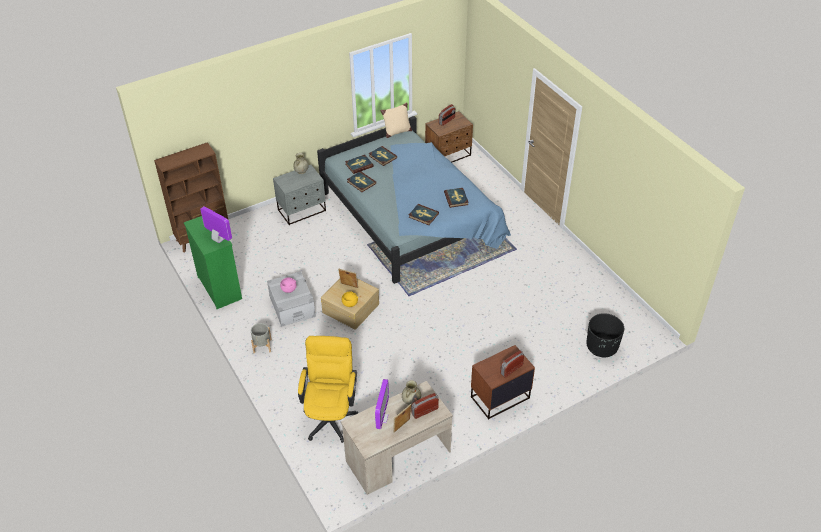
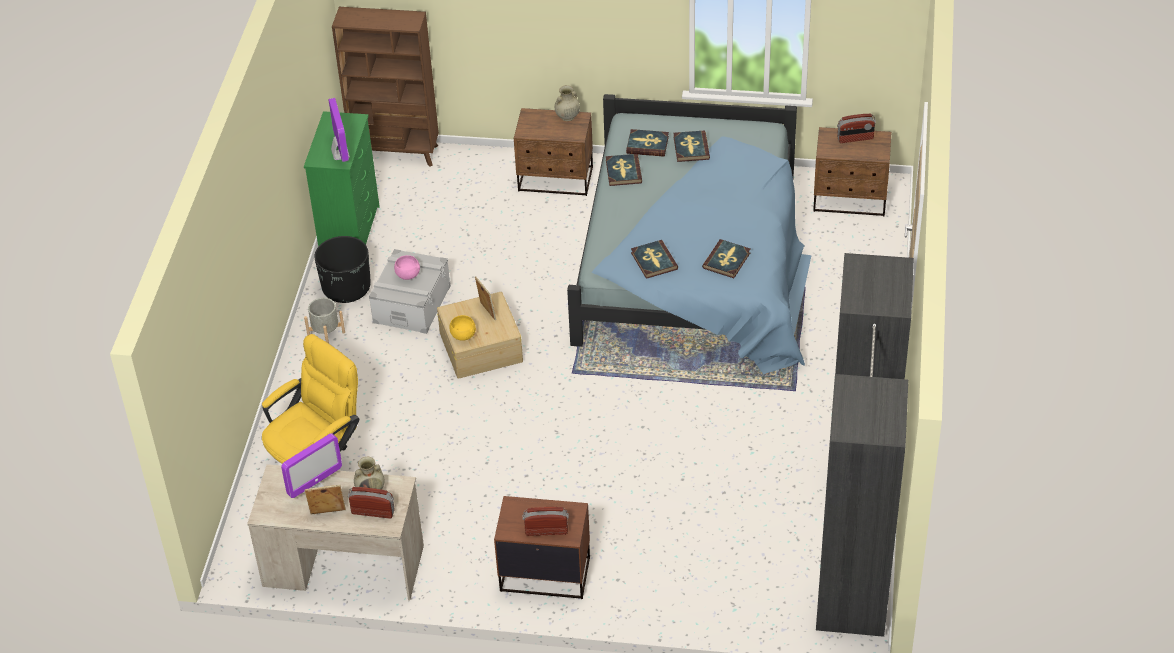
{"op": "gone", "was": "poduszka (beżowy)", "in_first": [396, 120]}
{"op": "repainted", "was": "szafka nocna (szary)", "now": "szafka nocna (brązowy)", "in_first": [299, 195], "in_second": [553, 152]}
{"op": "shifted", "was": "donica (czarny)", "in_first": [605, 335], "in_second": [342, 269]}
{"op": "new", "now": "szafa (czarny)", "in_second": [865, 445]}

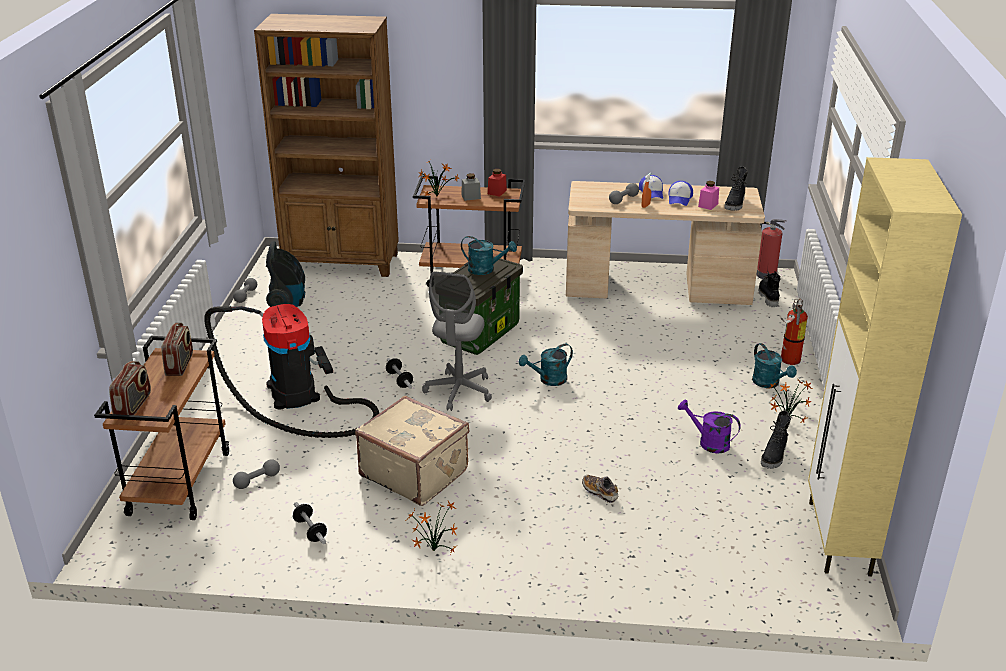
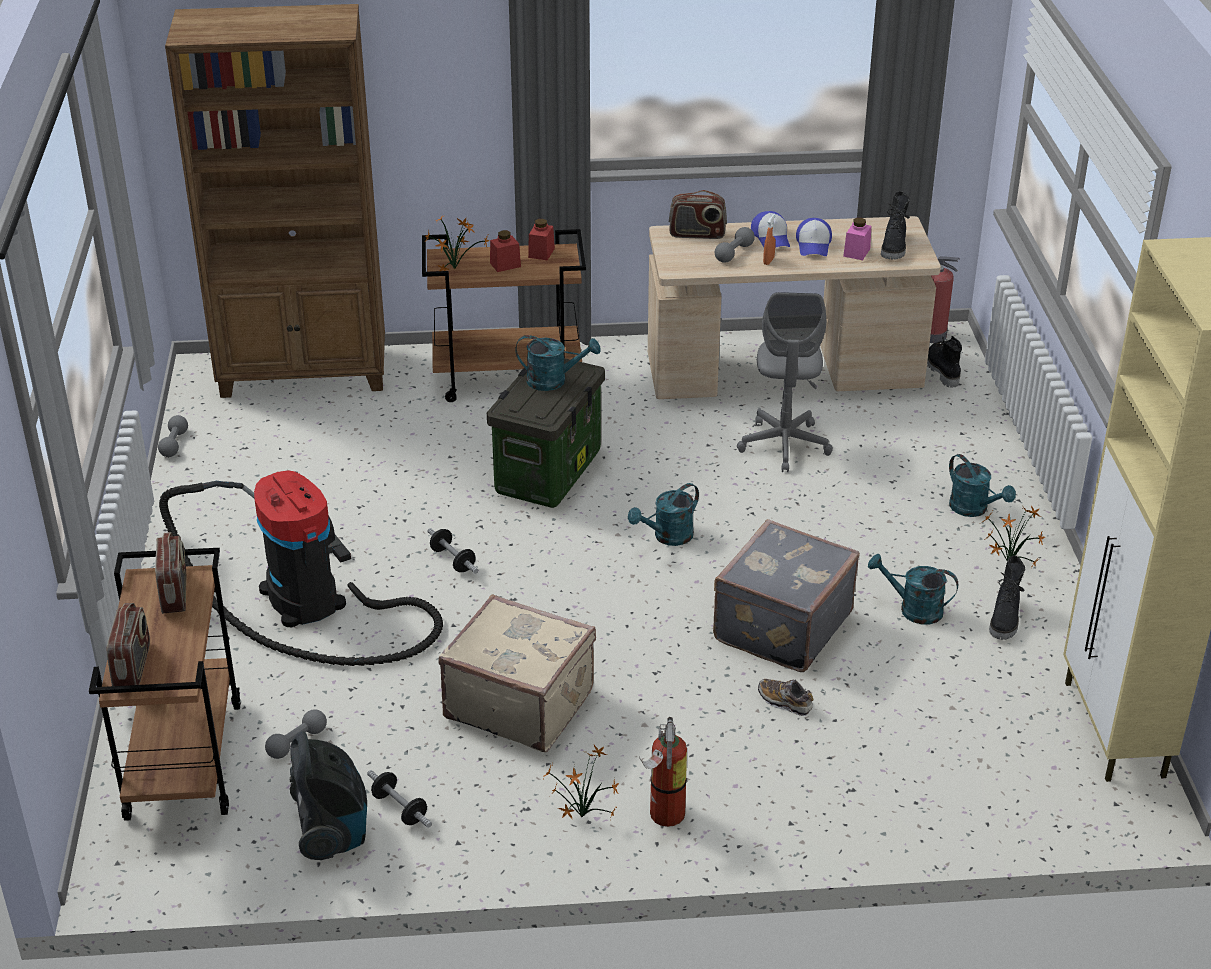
{"op": "repainted", "was": "słoik (szary)", "now": "słoik (czerwony)", "in_first": [471, 187], "in_second": [505, 251]}
{"op": "shifted", "was": "odkurzacz", "in_first": [285, 274], "in_second": [328, 795]}
{"op": "shifted", "was": "krzesło biurowe (szary)", "in_first": [457, 341], "in_second": [785, 382]}
{"op": "shifted", "was": "gaśnica", "in_first": [794, 332], "in_second": [663, 772]}
{"op": "repainted", "was": "konewka (fioletowy)", "now": "konewka (turkusowy)", "in_first": [709, 426], "in_second": [913, 589]}
{"op": "new", "now": "radio", "in_second": [698, 214]}
{"op": "new", "now": "walizka (szary)", "in_second": [786, 595]}

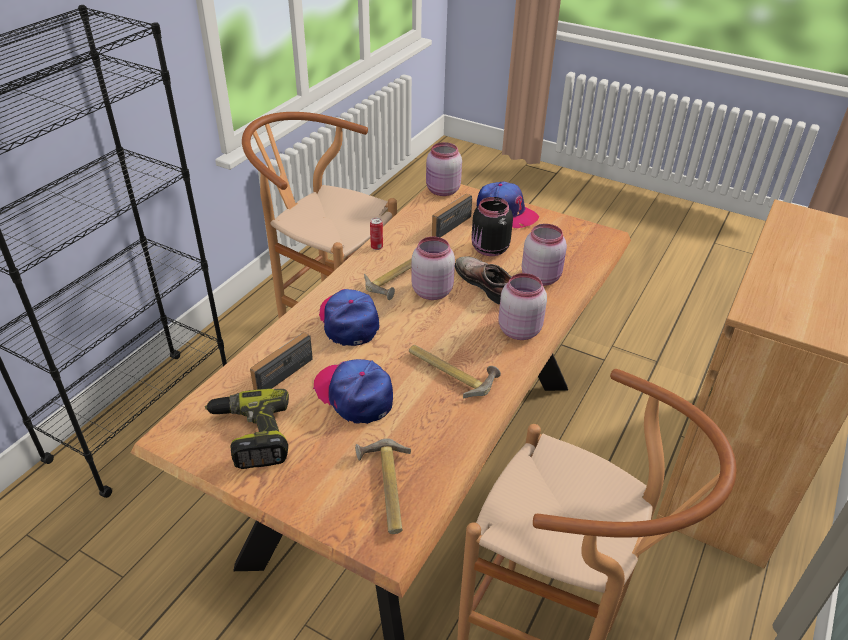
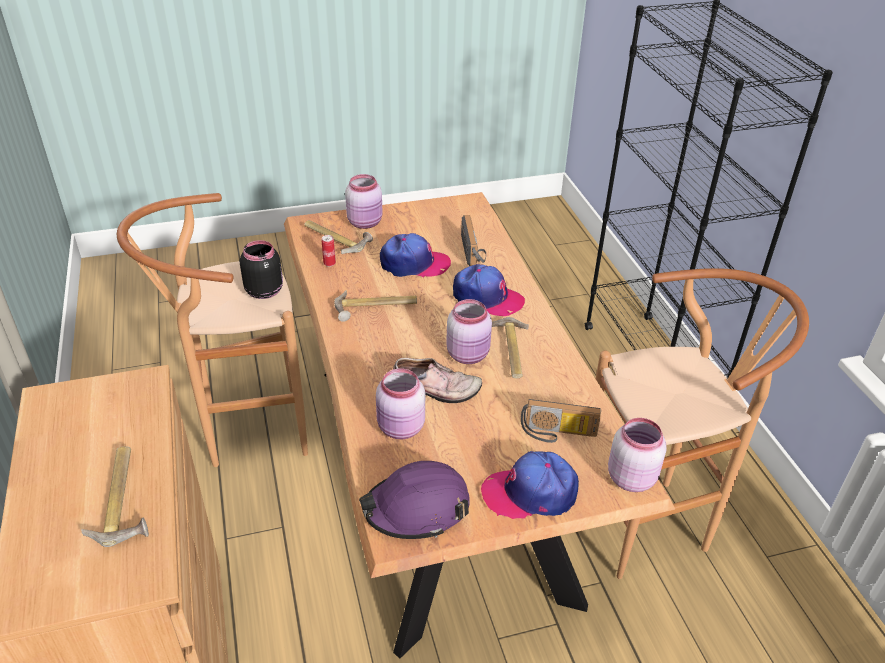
{"op": "rotated", "was": "radio", "in_first": [452, 216], "in_second": [561, 421], "clockwise": 105}
{"op": "shifted", "was": "słoik (czarny)", "in_first": [492, 226], "in_second": [261, 269]}
{"op": "shifted", "was": "puszka", "in_first": [376, 234], "in_second": [329, 251]}
{"op": "shifted", "was": "słoik (różowy)", "in_first": [522, 306], "in_second": [364, 201]}
{"op": "gone", "was": "wiertarka", "in_first": [247, 429]}
{"op": "new", "now": "młotek", "in_second": [115, 496]}
{"op": "new", "now": "kask (fioletowy)", "in_second": [414, 500]}

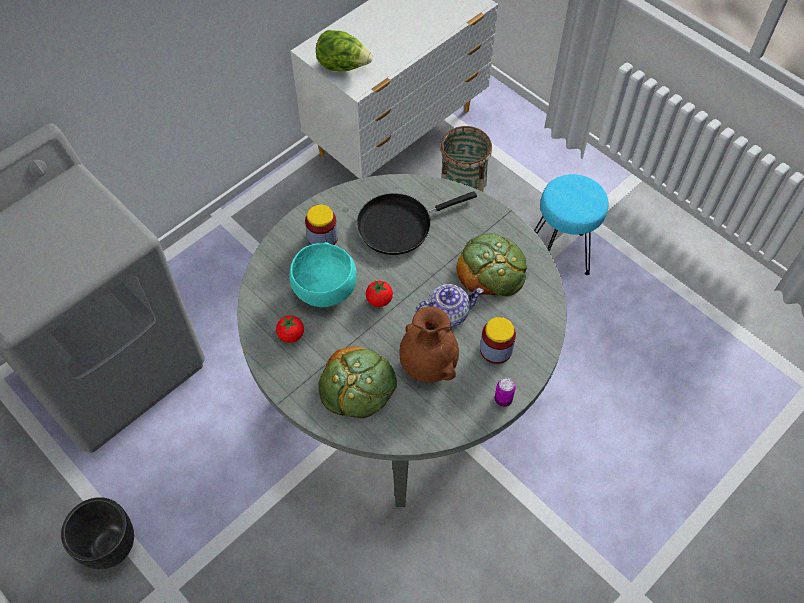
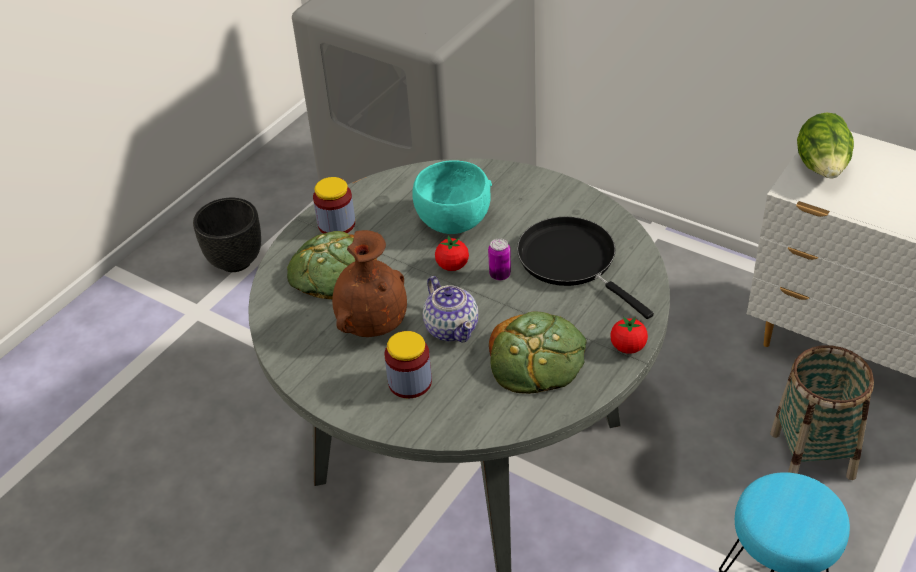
{"op": "shifted", "was": "słoik", "in_first": [321, 224], "in_second": [334, 205]}
{"op": "shifted", "was": "pomidor", "in_first": [290, 329], "in_second": [629, 335]}
{"op": "shifted", "was": "puszka", "in_first": [505, 392], "in_second": [499, 259]}

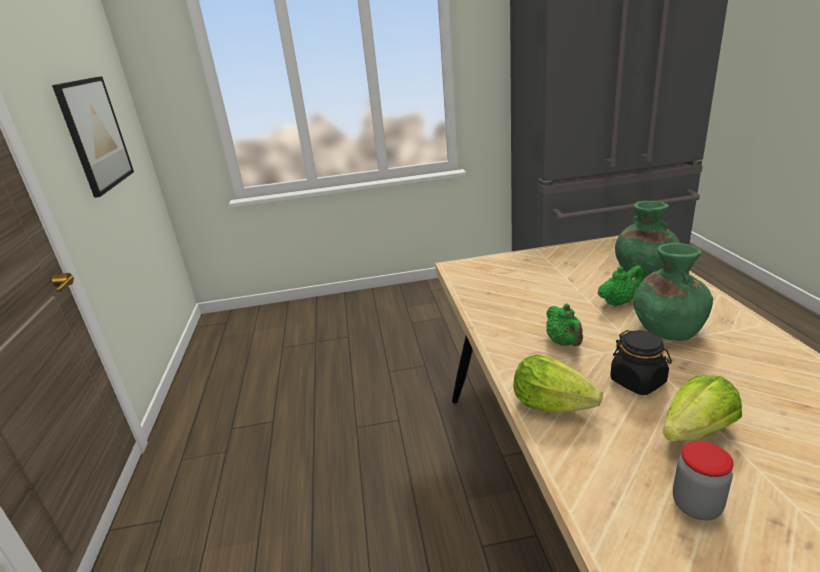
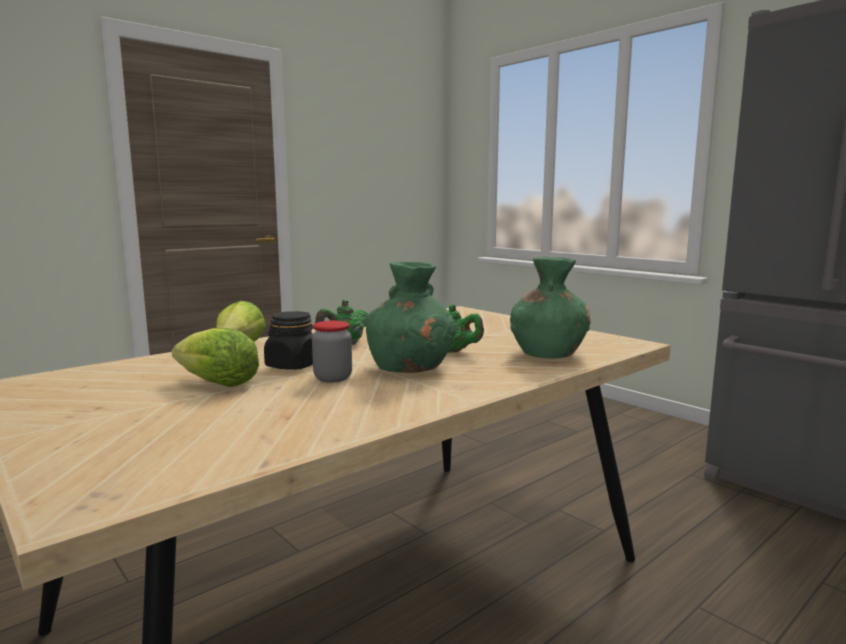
{"op": "gone", "was": "obraz", "in_first": [93, 137]}
{"op": "shifted", "was": "słoik", "in_first": [703, 480], "in_second": [332, 352]}

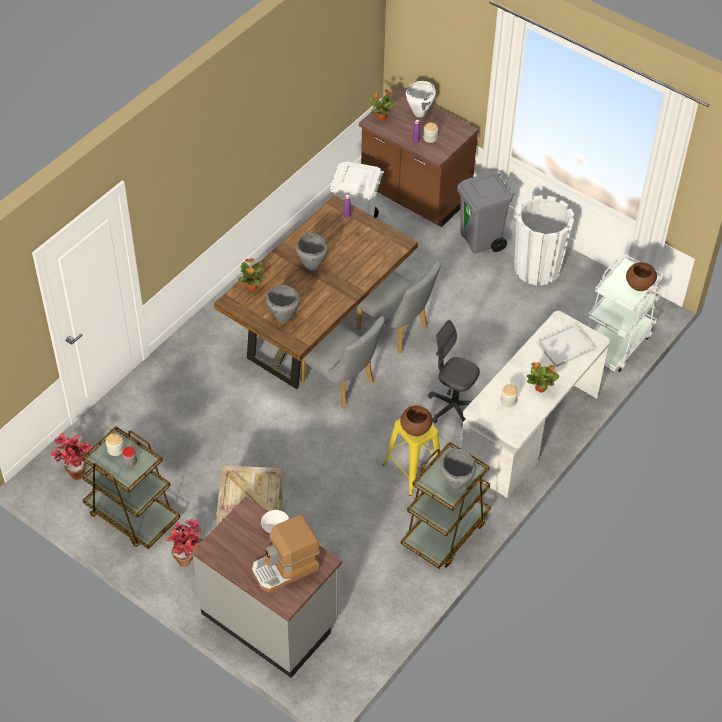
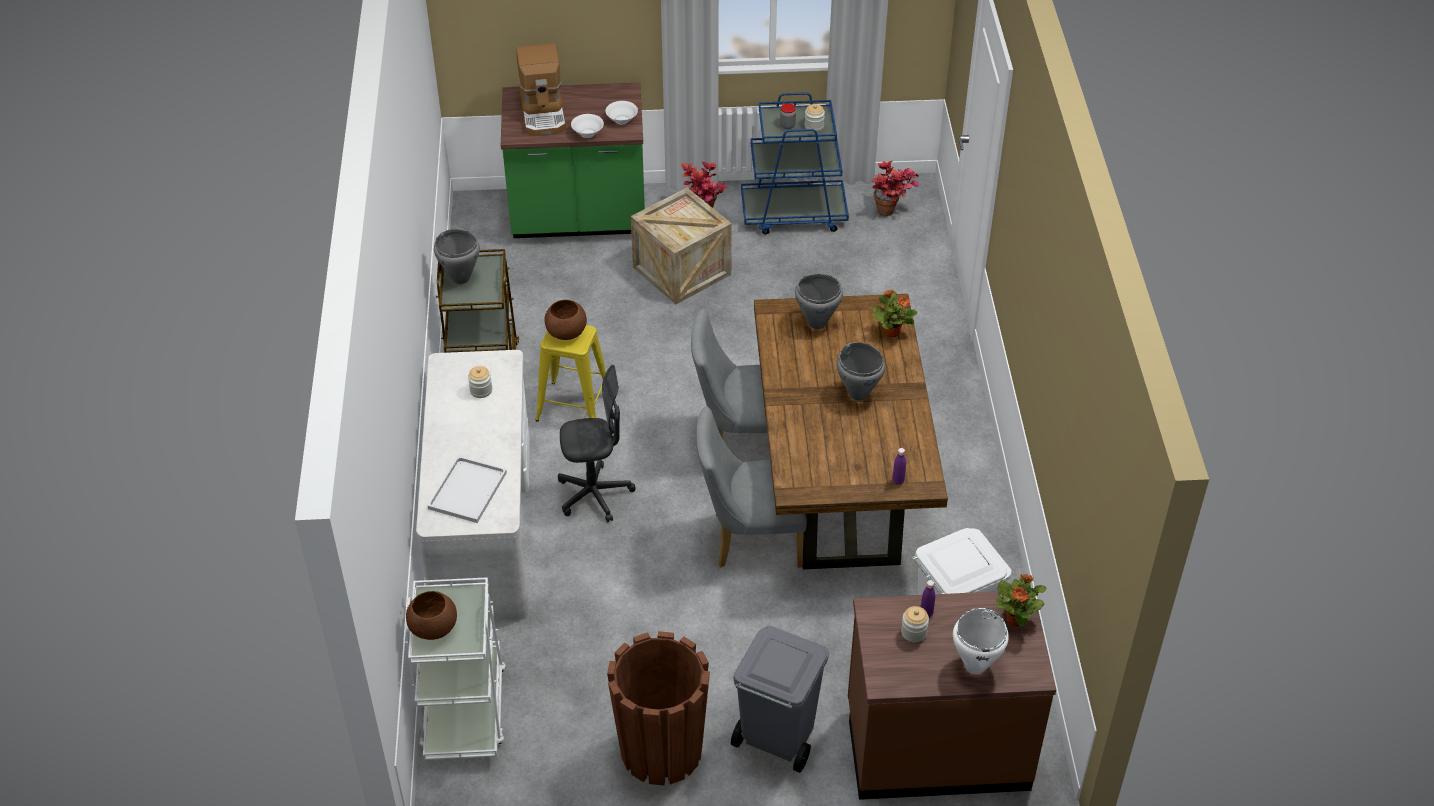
{"op": "repainted", "was": "donica (biały)", "now": "donica (brązowy)", "in_first": [544, 240], "in_second": [658, 708]}
{"op": "gone", "was": "roślina doniczkowa", "in_first": [543, 377]}
{"op": "repainted", "was": "wózek (brązowy)", "now": "wózek (niebieski)", "in_first": [131, 487], "in_second": [795, 163]}
{"op": "repainted", "was": "zabudowa kuchenna (szary)", "now": "zabudowa kuchenna (zielony)", "in_first": [267, 587], "in_second": [573, 160]}
{"op": "rotated", "was": "ekspres do kawy", "in_first": [286, 553], "in_second": [541, 89], "clockwise": 150}
{"op": "new", "now": "miska (biały)", "in_second": [621, 113]}

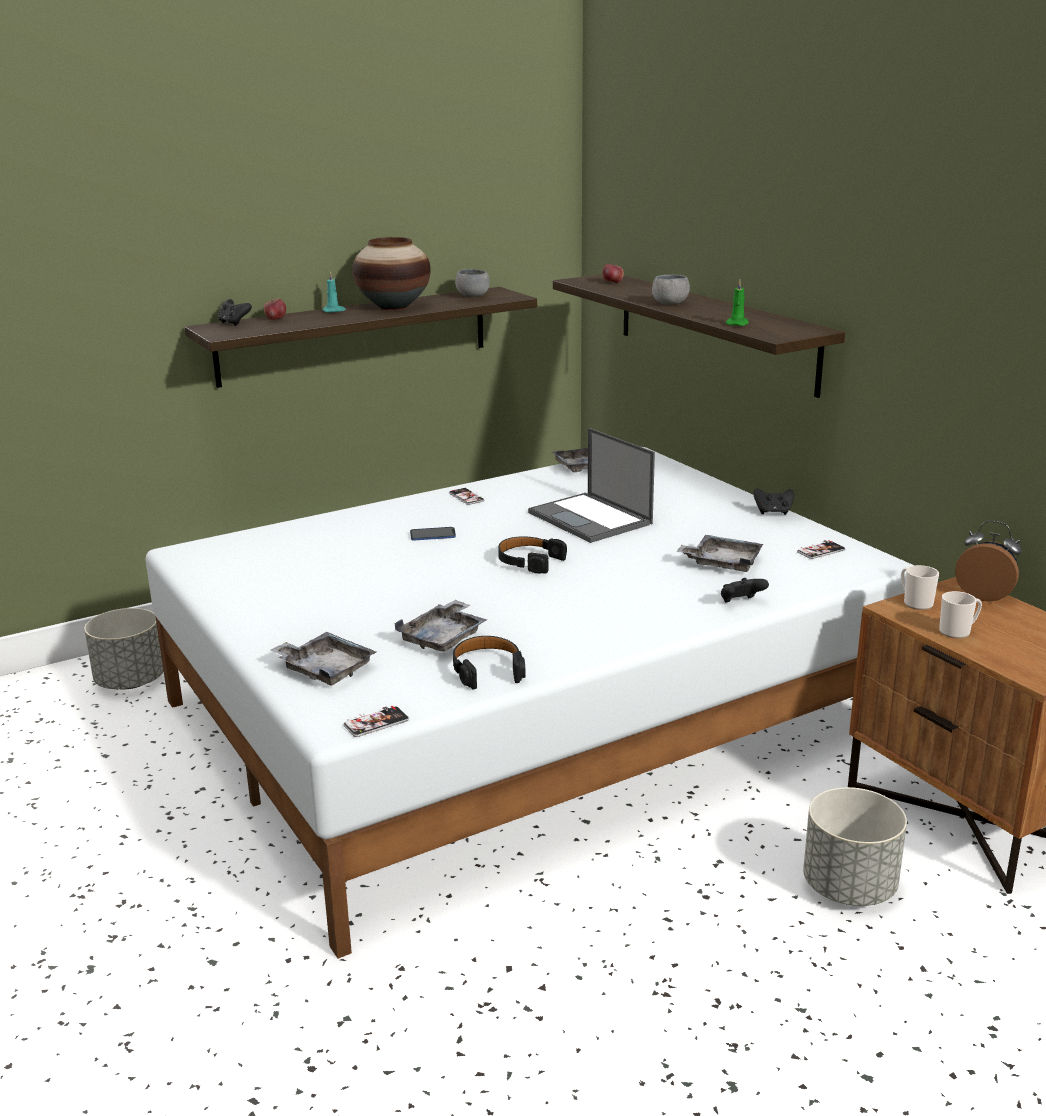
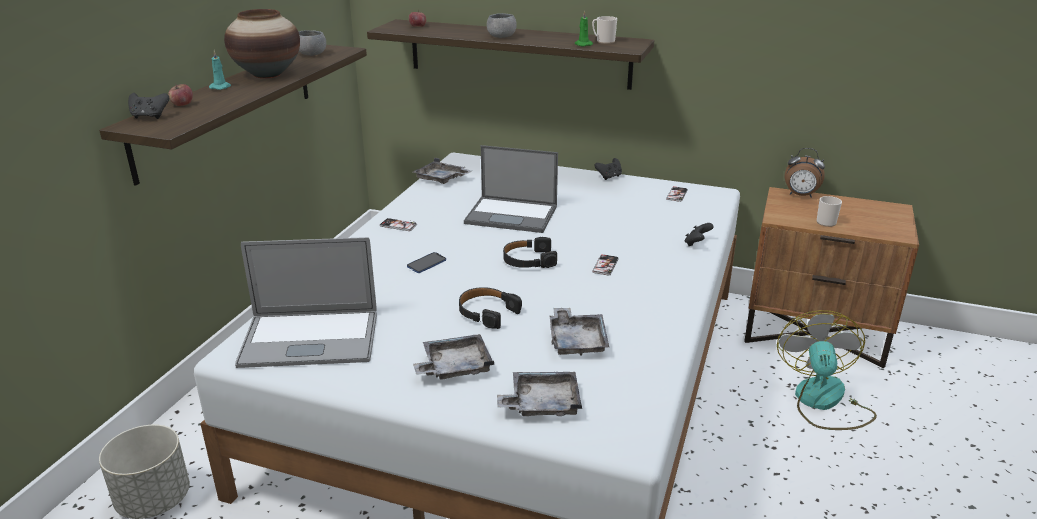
{"op": "rotated", "was": "budzik", "in_first": [988, 561], "in_second": [805, 173], "clockwise": -150}
{"op": "shifted", "was": "taca (szary)", "in_first": [719, 553], "in_second": [454, 357]}
{"op": "shifted", "was": "kubek", "in_first": [920, 587], "in_second": [604, 30]}
{"op": "shifted", "was": "słuchawki (czarny)", "in_first": [489, 662], "in_second": [490, 308]}
{"op": "shifted", "was": "telefon", "in_first": [376, 721], "in_second": [605, 265]}
{"op": "swapped", "was": "donica (szary)", "now": "wentylator", "in_first": [855, 846], "in_second": [827, 370]}
{"op": "new", "now": "laptop", "in_second": [306, 302]}

